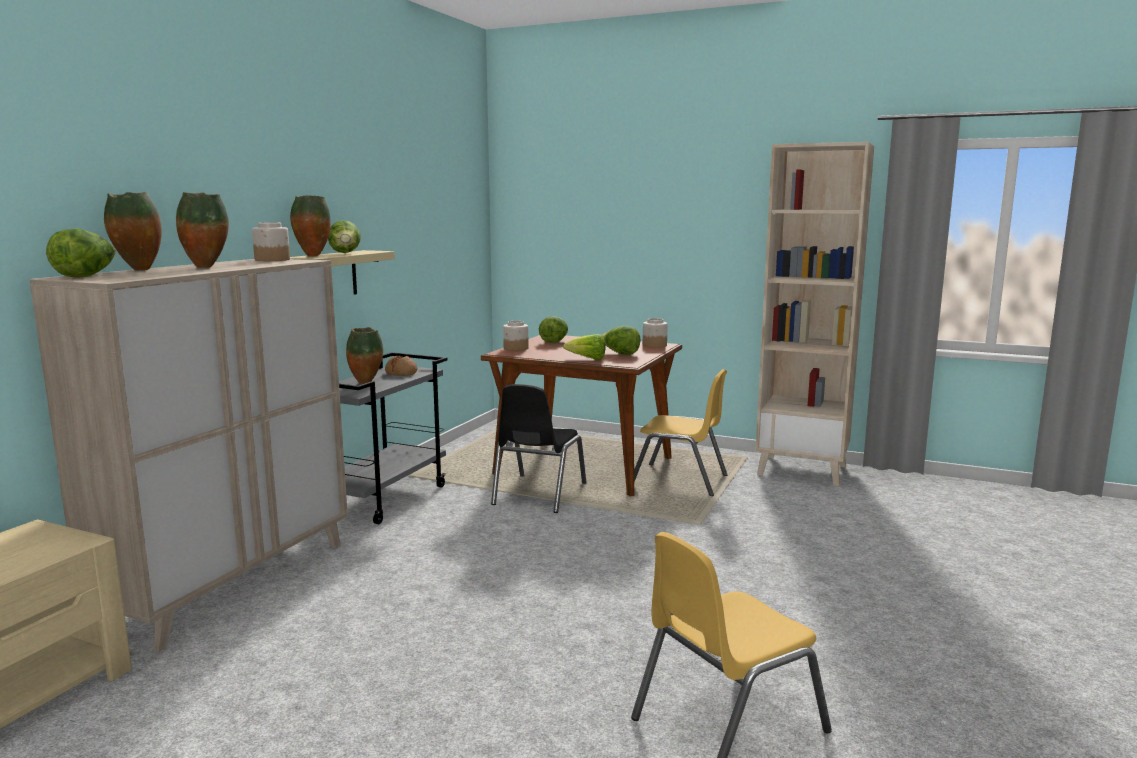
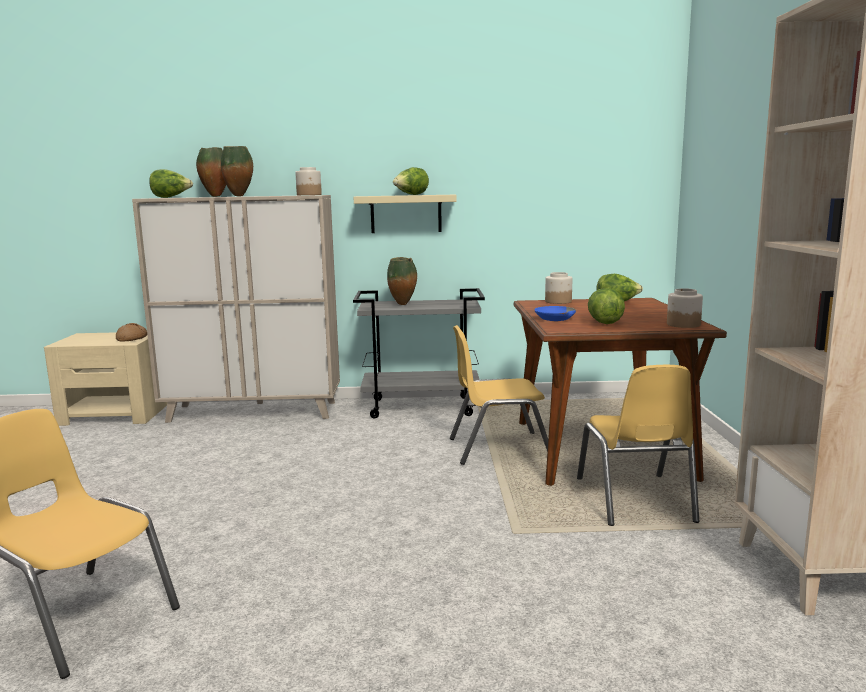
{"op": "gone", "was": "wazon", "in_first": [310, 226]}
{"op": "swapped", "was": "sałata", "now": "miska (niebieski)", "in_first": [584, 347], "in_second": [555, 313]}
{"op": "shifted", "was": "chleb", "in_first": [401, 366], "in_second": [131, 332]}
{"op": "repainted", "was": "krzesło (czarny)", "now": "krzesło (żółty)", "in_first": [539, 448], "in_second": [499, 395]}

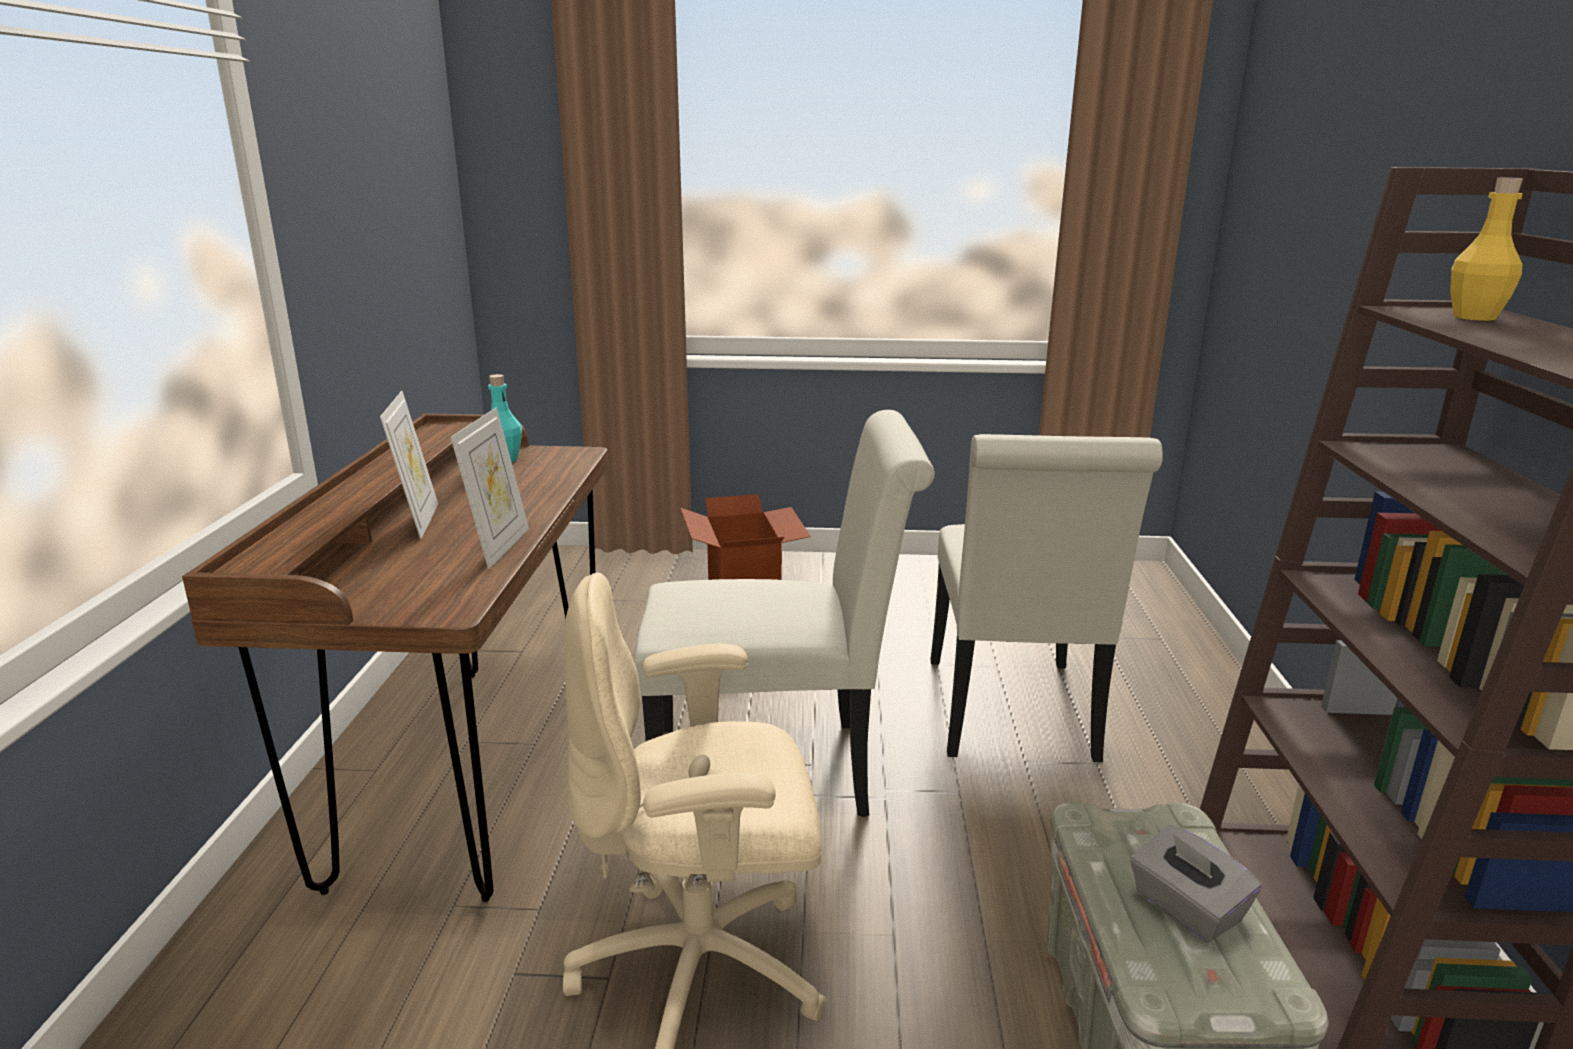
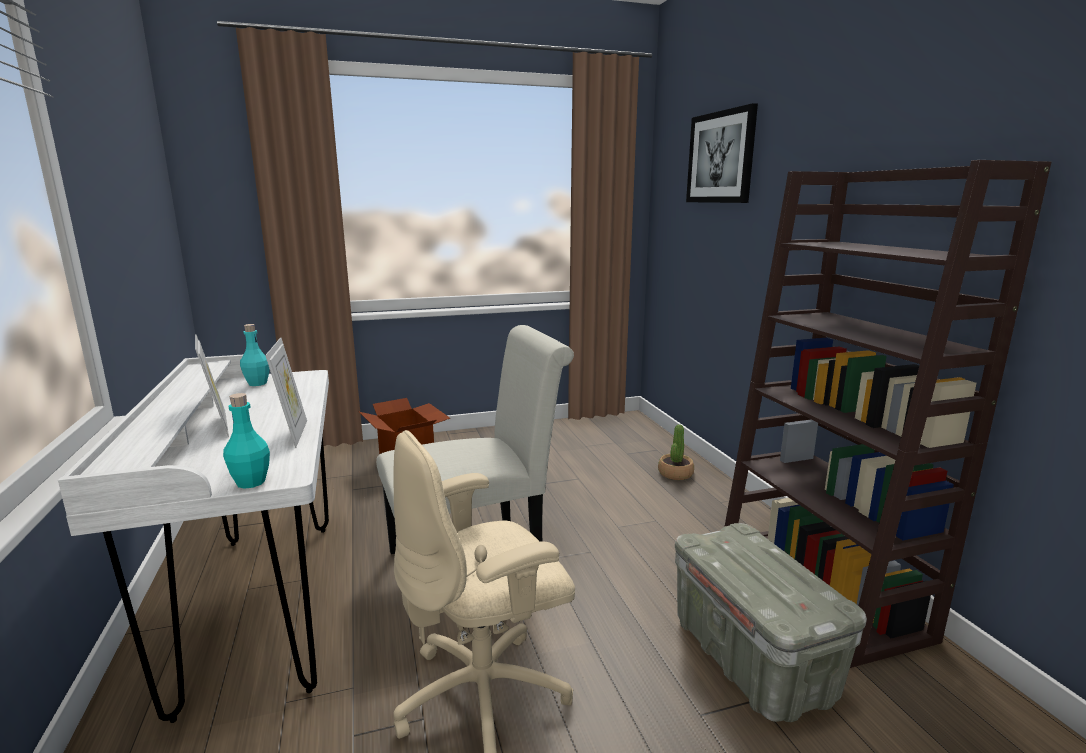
{"op": "gone", "was": "butelka (żółty)", "in_first": [1486, 249]}
{"op": "repainted", "was": "biurko (brązowy)", "now": "biurko (biały)", "in_first": [395, 657], "in_second": [193, 539]}
{"op": "gone", "was": "krzesło (biały)", "in_first": [1046, 598]}
{"op": "gone", "was": "pudełko chusteczek (szary)", "in_first": [1195, 884]}
{"op": "new", "now": "obraz", "in_second": [722, 153]}
{"op": "new", "now": "butelka (turkusowy)", "in_second": [246, 441]}
{"op": "new", "now": "roślina doniczkowa", "in_second": [676, 452]}

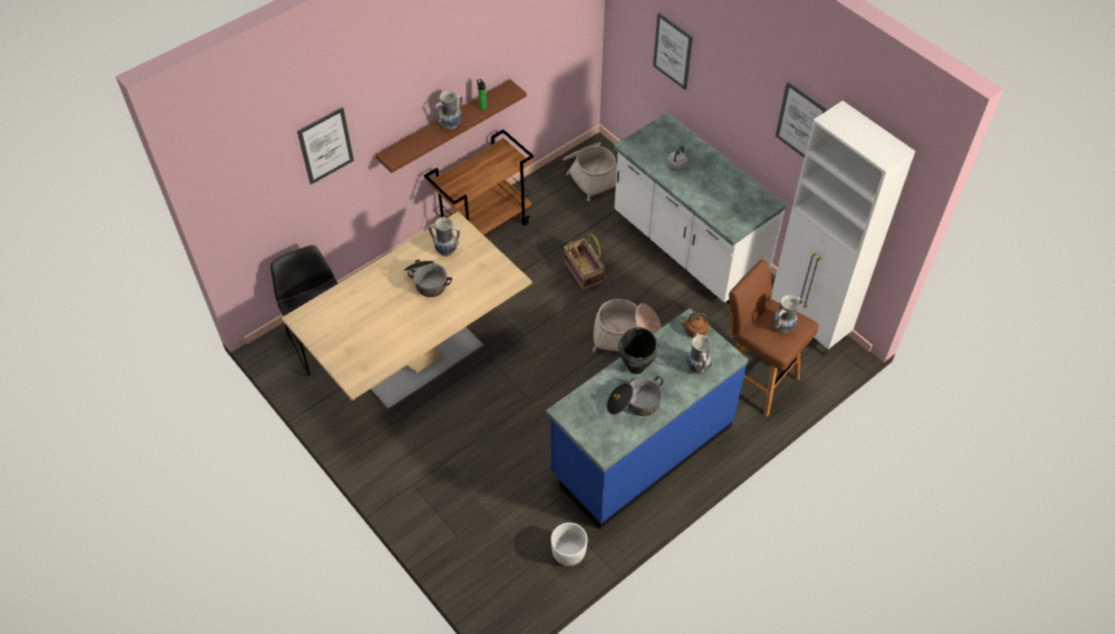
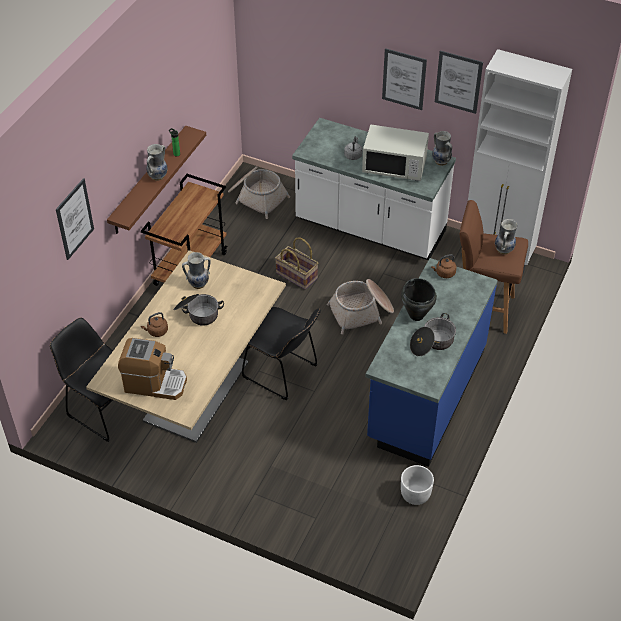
{"op": "shifted", "was": "obraz", "in_first": [673, 51], "in_second": [404, 79]}
{"op": "shifted", "was": "wazon", "in_first": [699, 353], "in_second": [442, 148]}
{"op": "new", "now": "mikrofalówka (biały)", "in_second": [395, 152]}
{"op": "new", "now": "krzesło (czarny)", "in_second": [281, 354]}
{"op": "new", "now": "czajnik (brązowy)", "in_second": [154, 324]}
{"op": "new", "now": "ekspres do kawy", "in_second": [152, 369]}

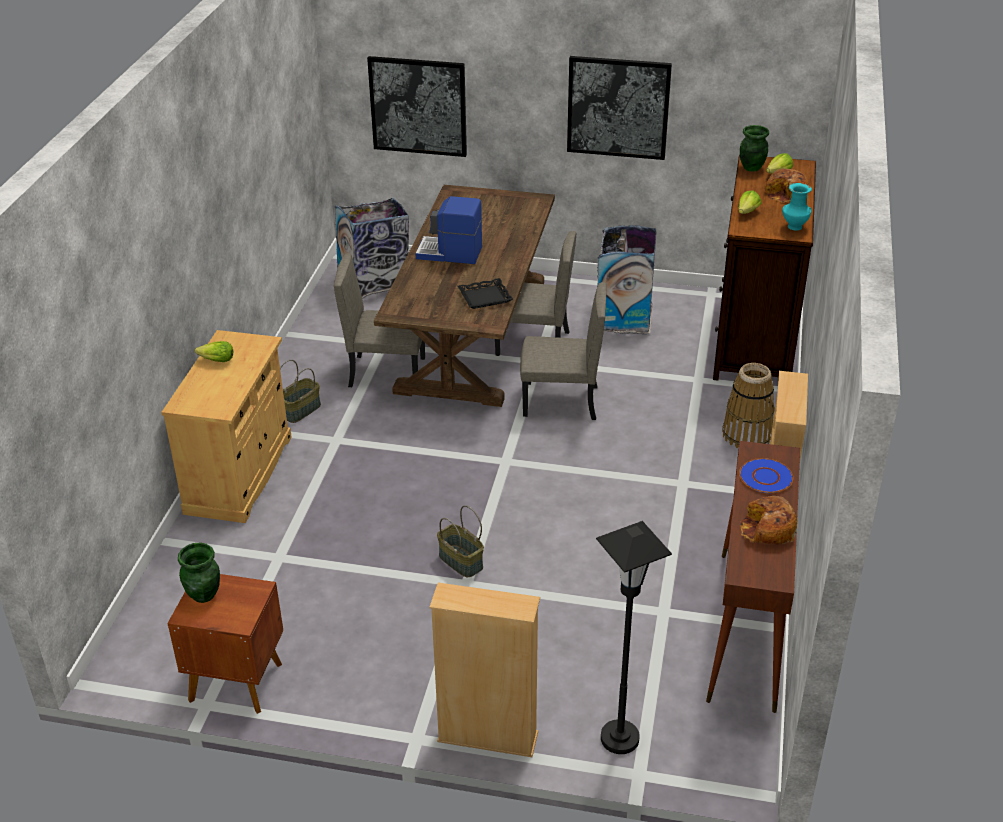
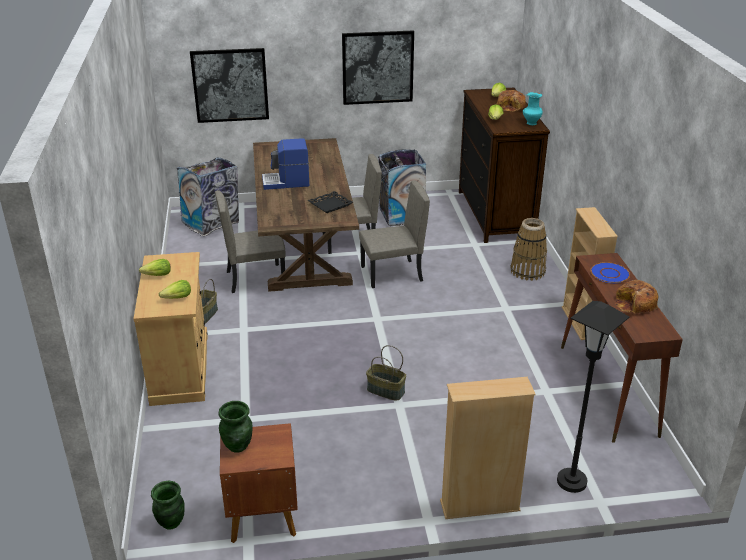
{"op": "shifted", "was": "wazon (zielony)", "in_first": [754, 148], "in_second": [168, 505]}
{"op": "new", "now": "sałata", "in_second": [175, 289]}

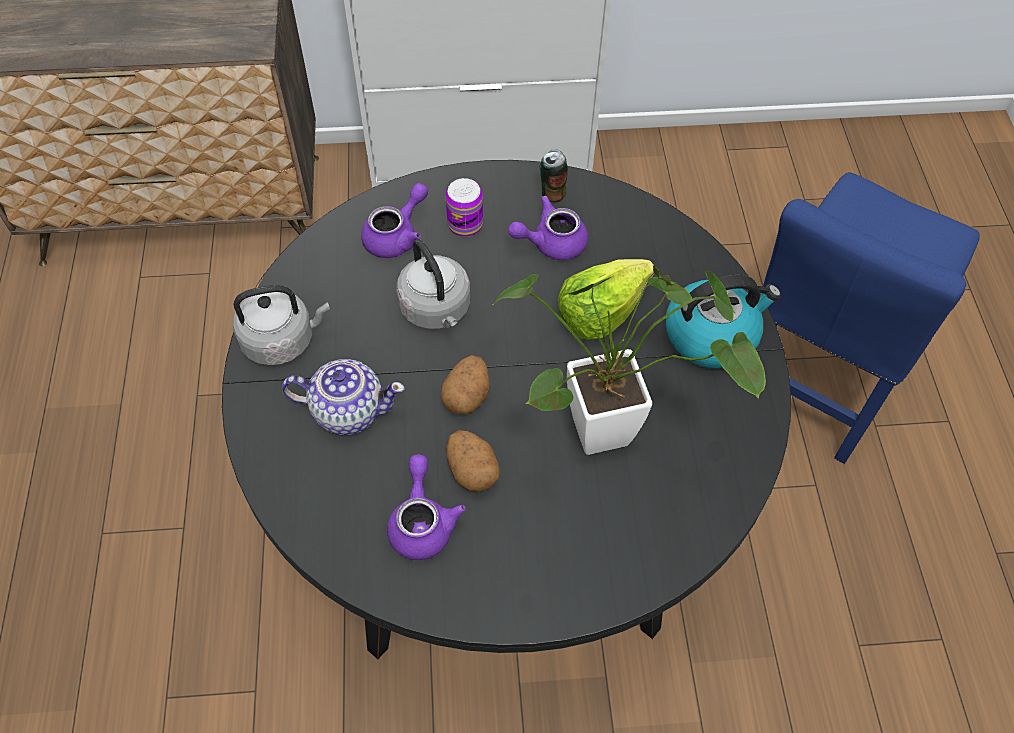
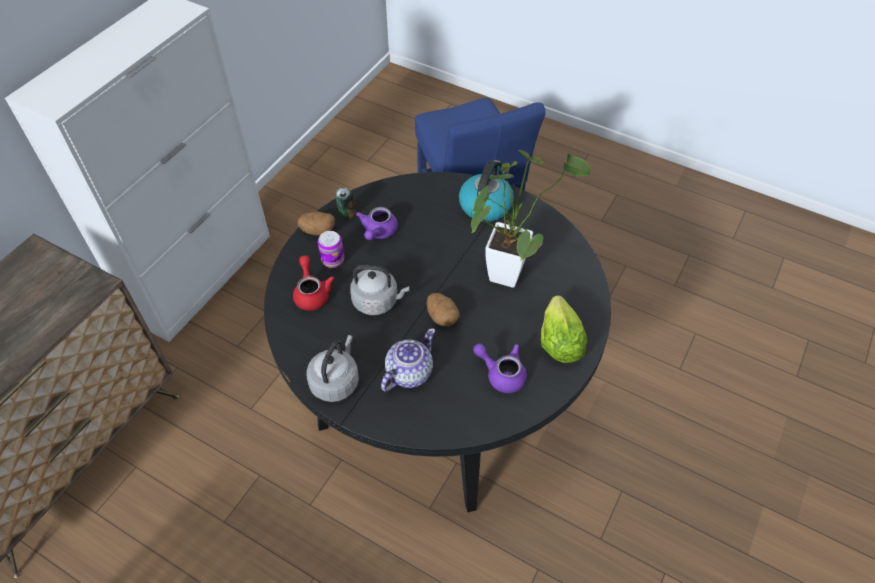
{"op": "repainted", "was": "imbryk (fioletowy)", "now": "imbryk (czerwony)", "in_first": [394, 220], "in_second": [313, 283]}
{"op": "shifted", "was": "sałata", "in_first": [606, 299], "in_second": [564, 329]}
{"op": "shifted", "was": "ziemniak", "in_first": [473, 461], "in_second": [316, 223]}

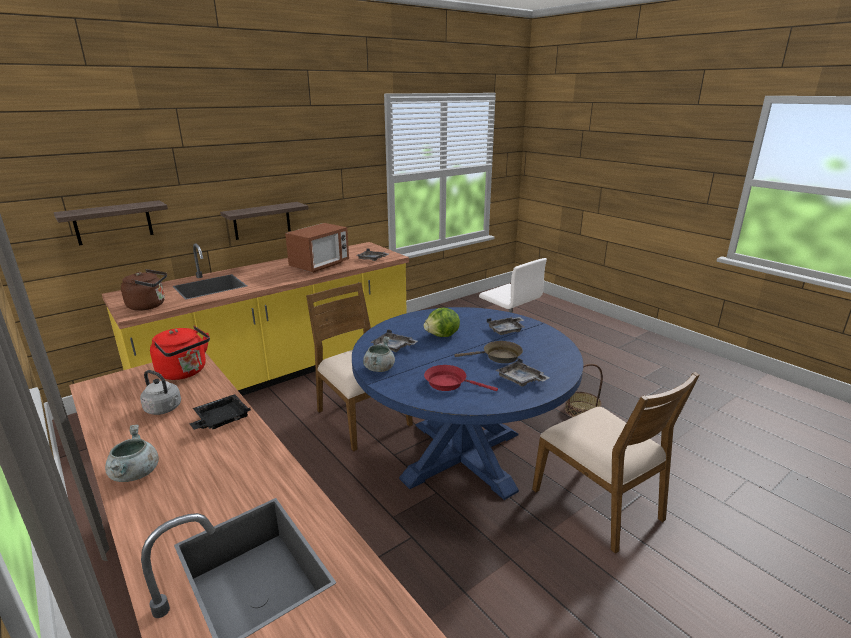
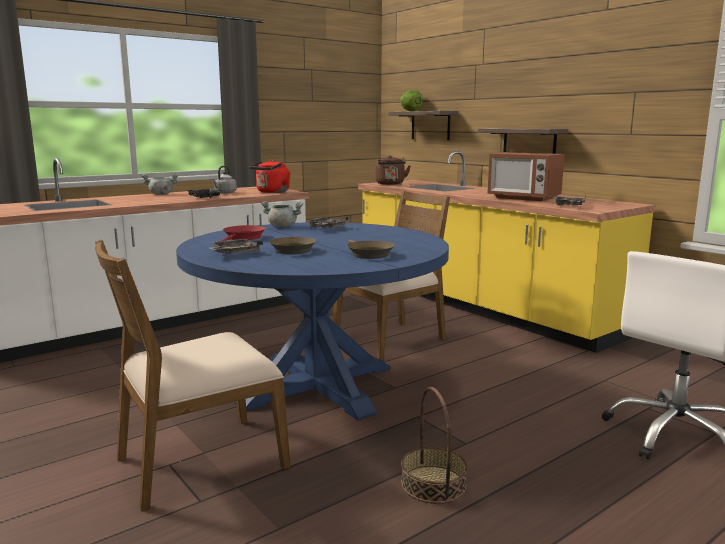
{"op": "shifted", "was": "sałata", "in_first": [442, 322], "in_second": [411, 100]}
{"op": "swapped", "was": "taca (szary)", "now": "patelnia (brązowy)", "in_first": [506, 326], "in_second": [371, 249]}

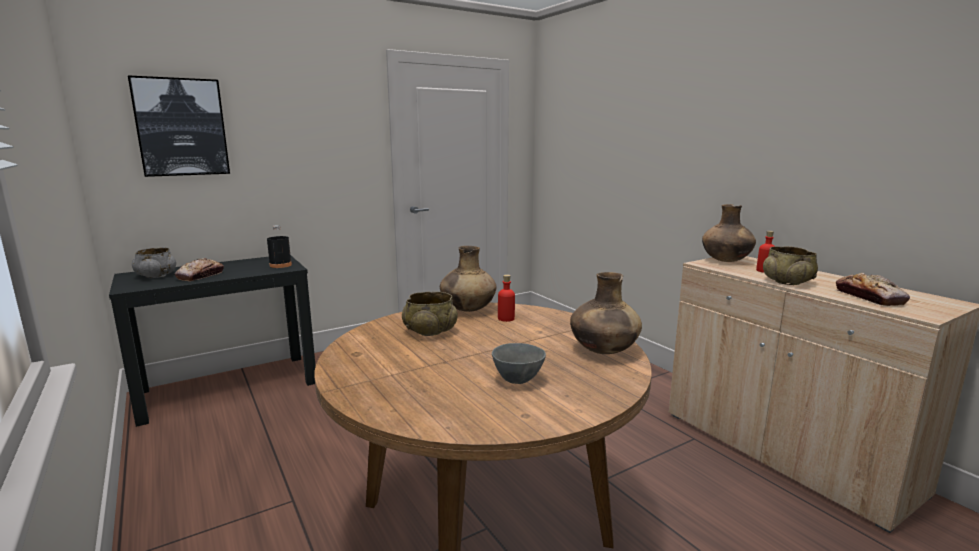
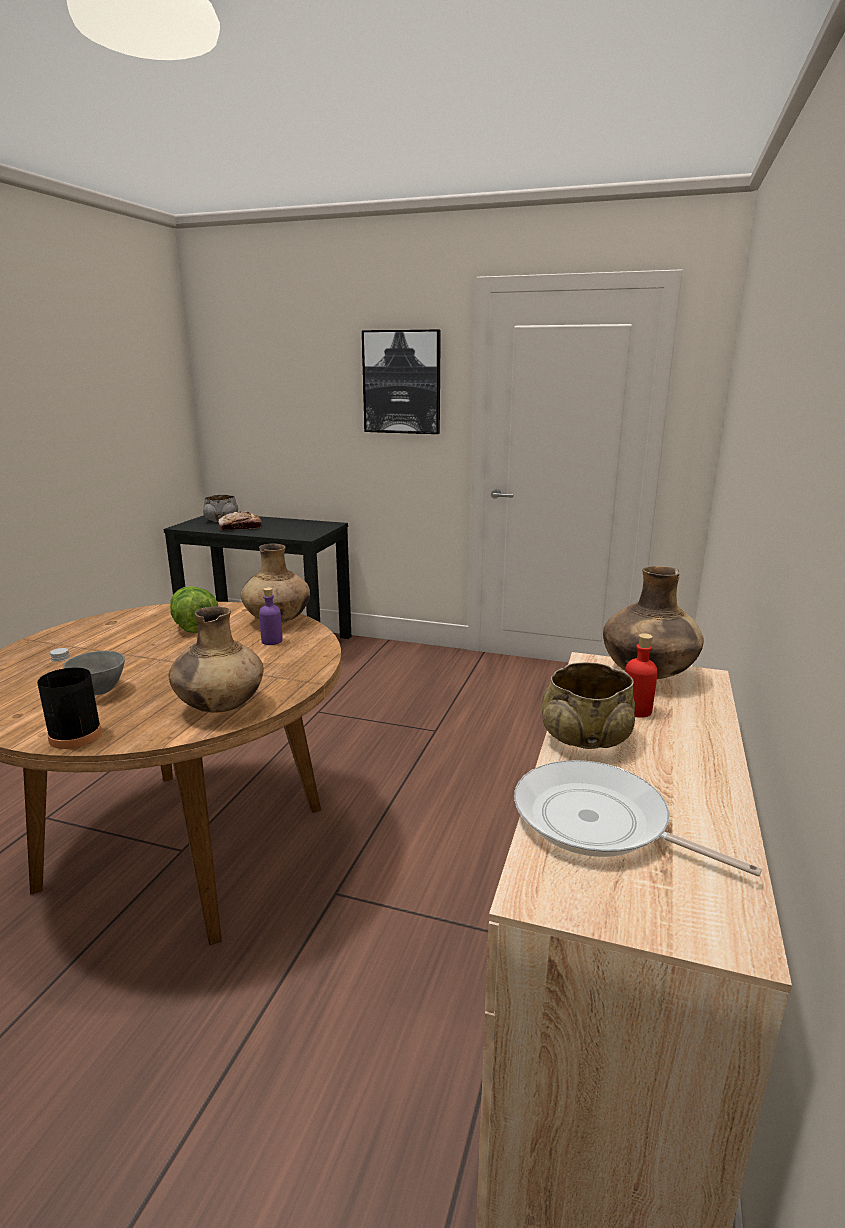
{"op": "shifted", "was": "obraz", "in_first": [179, 126], "in_second": [401, 381]}
{"op": "shifted", "was": "butelka (czarny)", "in_first": [279, 246], "in_second": [69, 698]}
{"op": "swapped", "was": "chleb", "now": "patelnia", "in_first": [873, 289], "in_second": [638, 818]}
{"op": "repainted", "was": "butelka (czerwony)", "now": "butelka (fioletowy)", "in_first": [506, 298], "in_second": [271, 616]}
{"op": "swapped", "was": "miska (beżowy)", "now": "sałata", "in_first": [430, 314], "in_second": [194, 609]}

